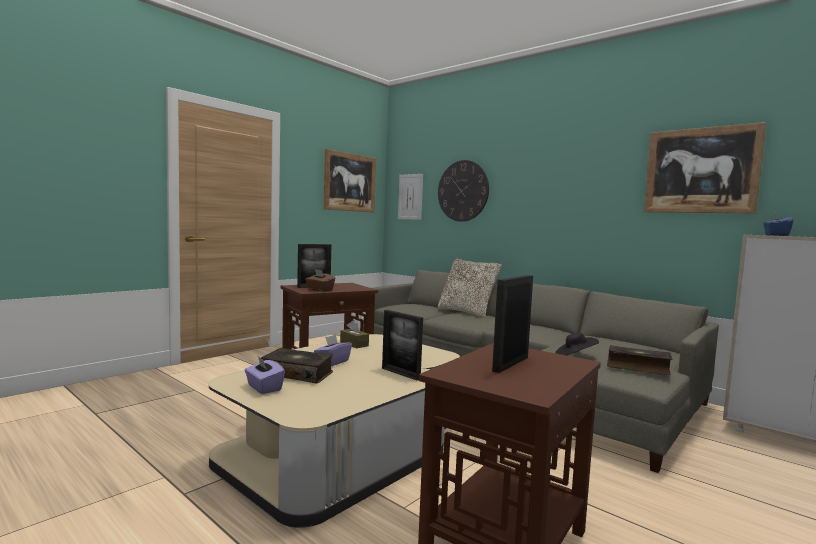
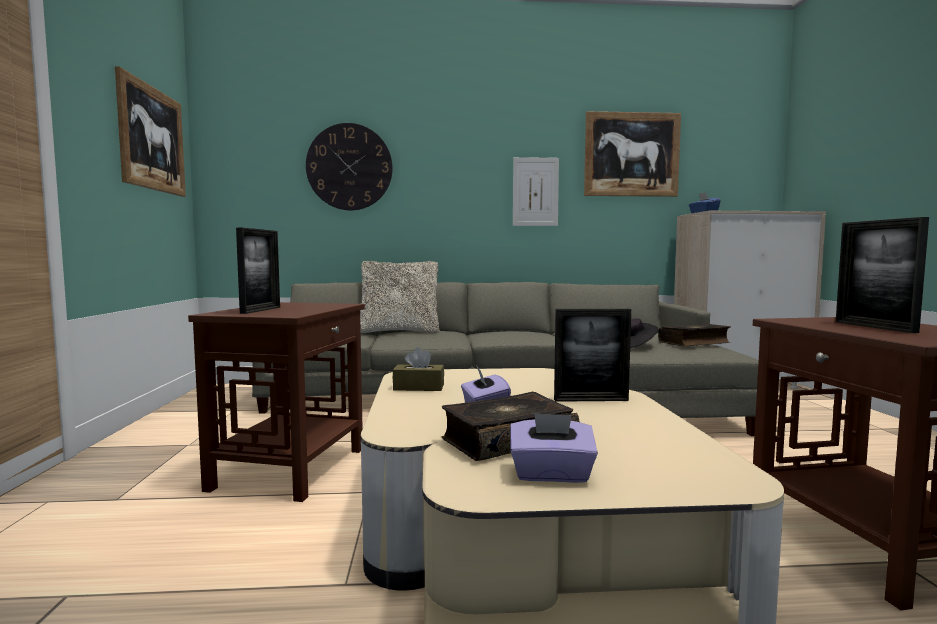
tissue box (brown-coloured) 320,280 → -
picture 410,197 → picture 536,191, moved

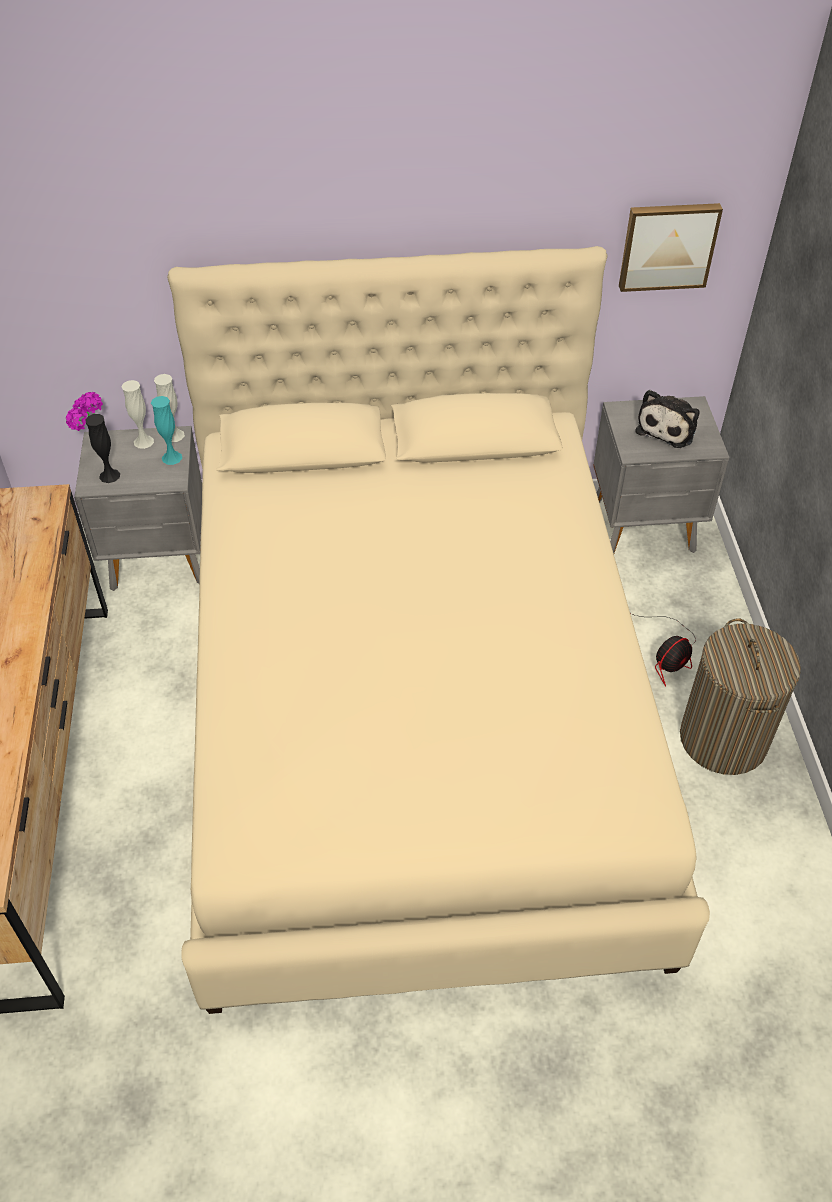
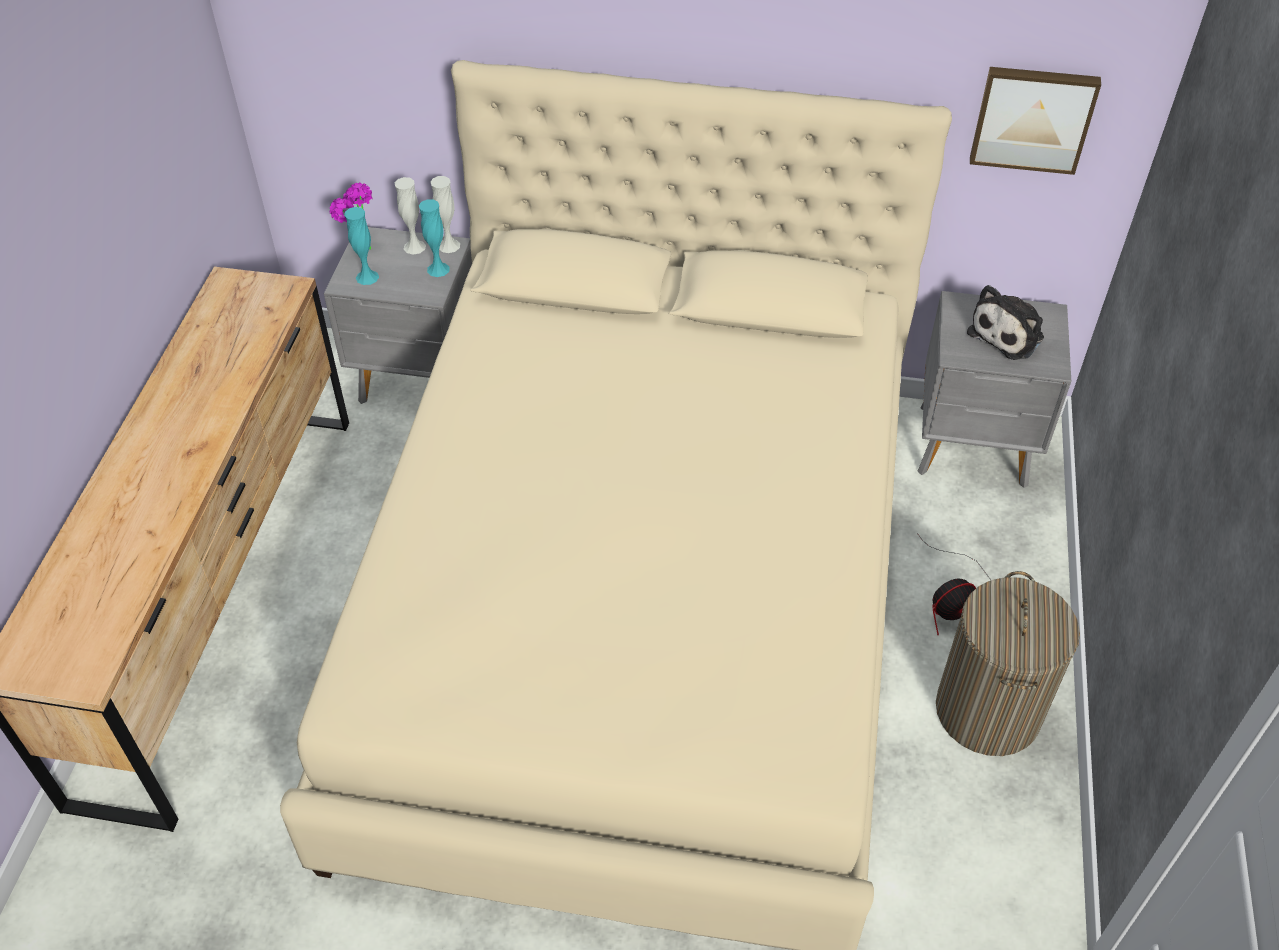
flower vase (blackish) 102,448 → flower vase (turquoise) 361,246

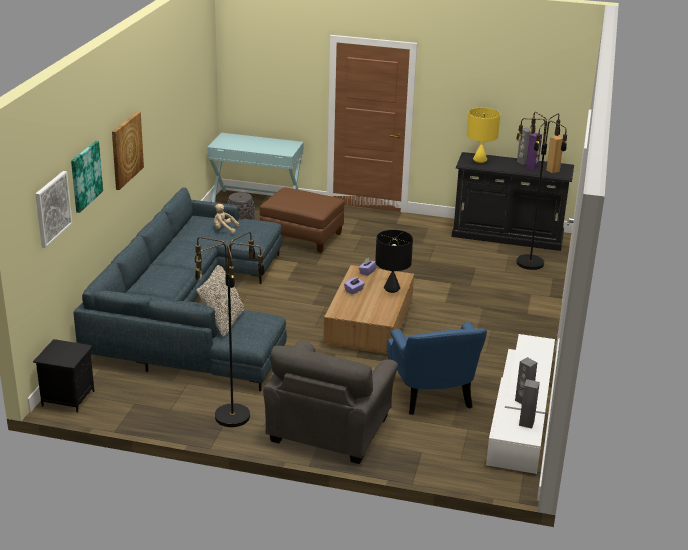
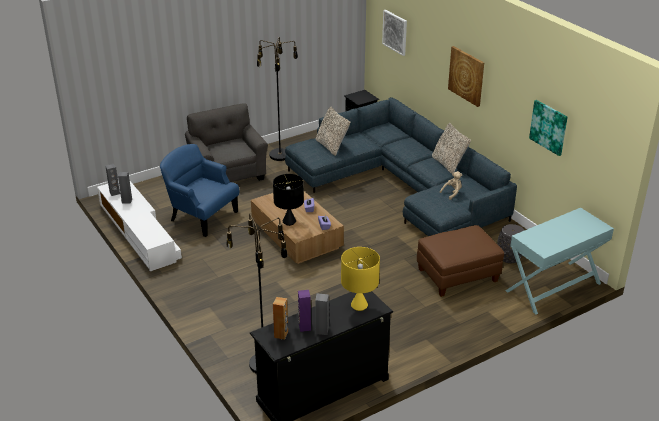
- → throw pillow (sand-coloured) 451,148
picture 87,177 → picture 548,128, moved

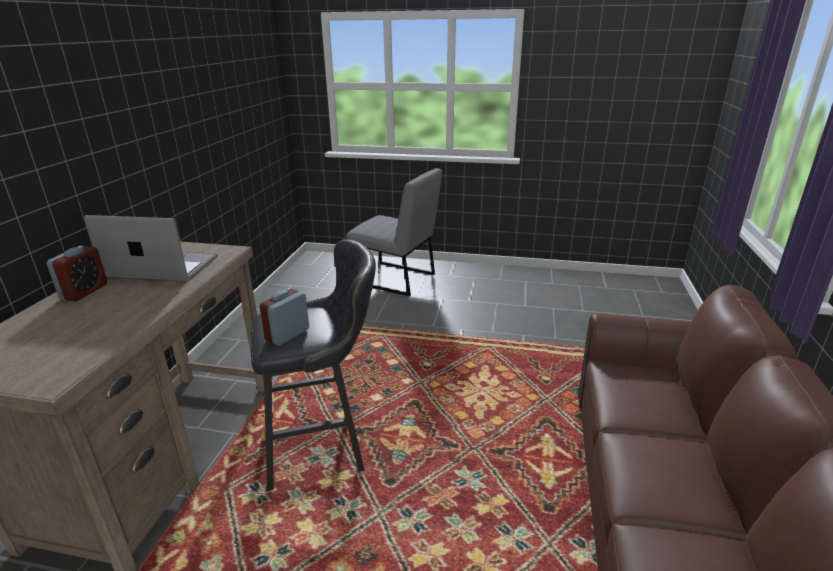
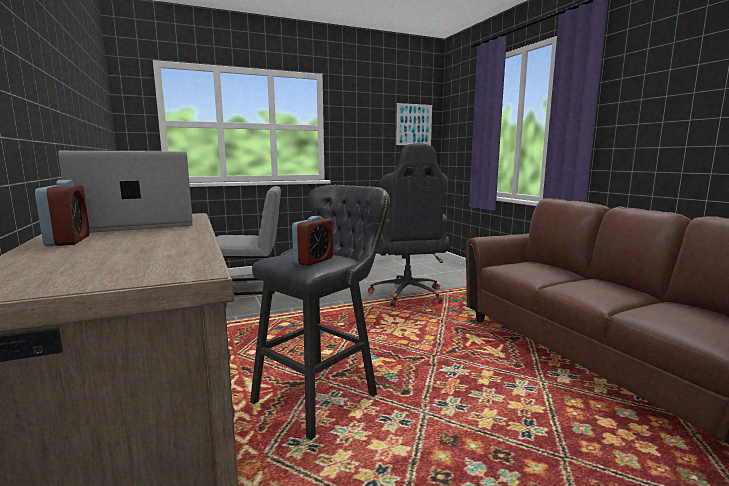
- → office chair (blackish) 408,225
- → picture 414,124
bedside clock 284,317 → bedside clock 312,241, 150 degrees counterclockwise

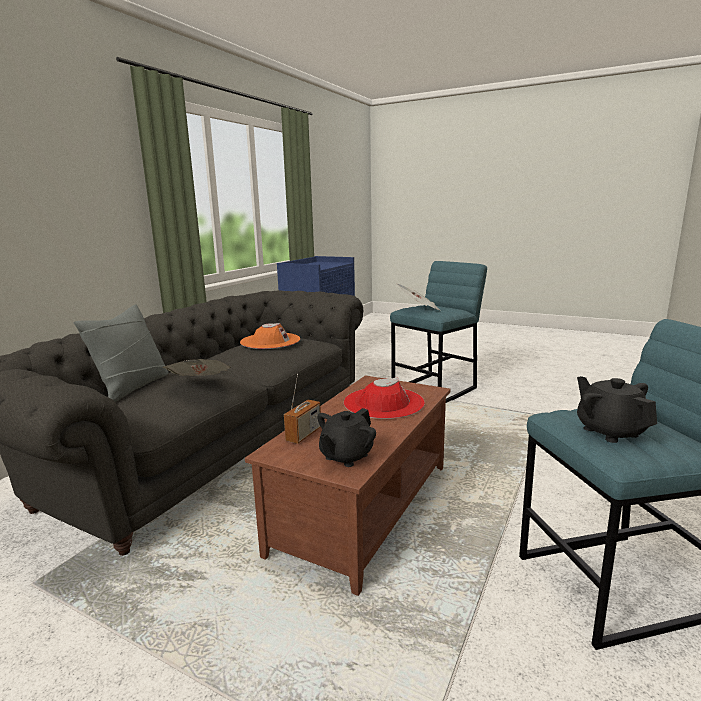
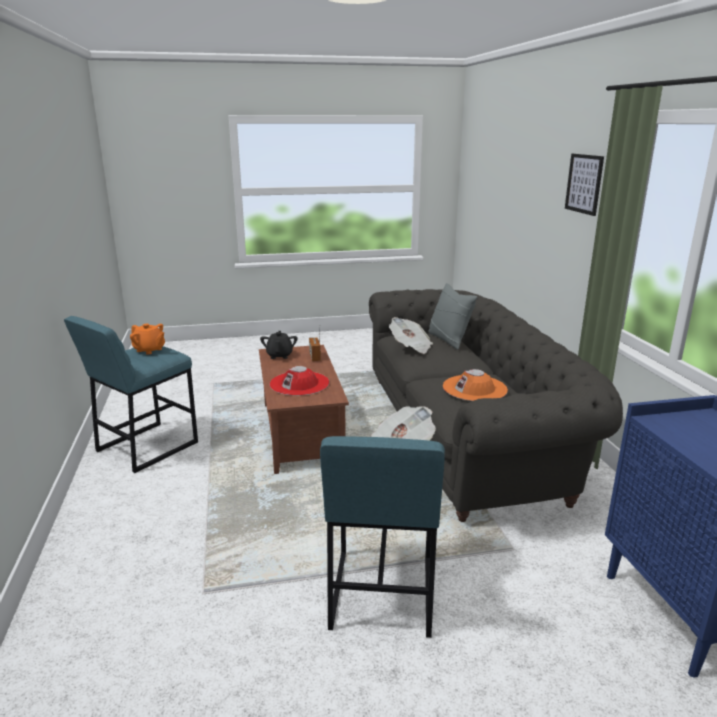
- → picture 584,185
teapot (blackish) 617,409 → teapot (orange) 147,339

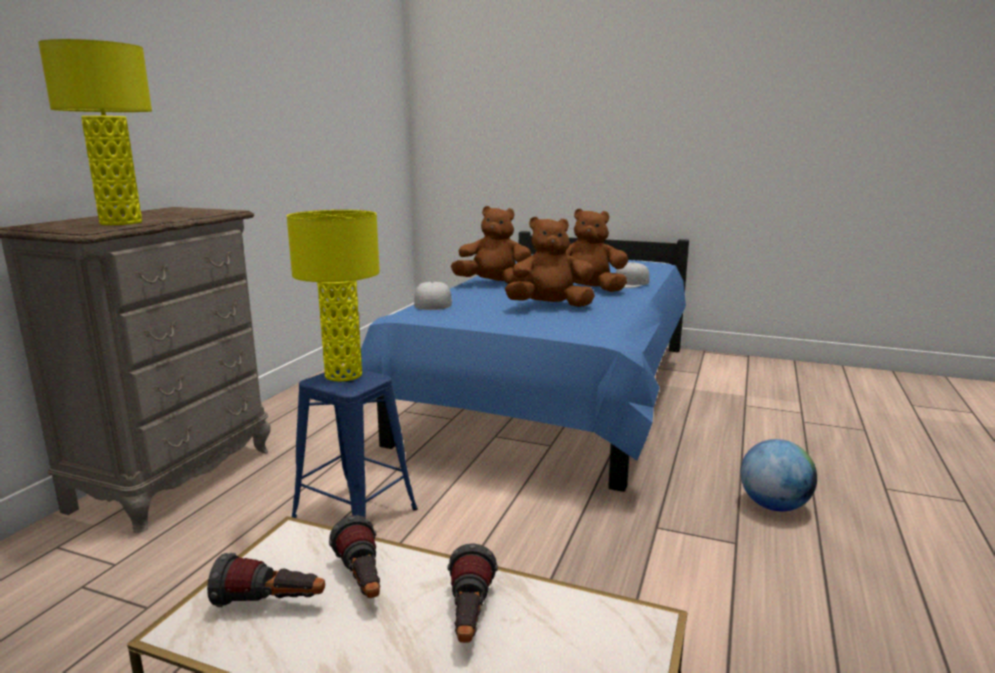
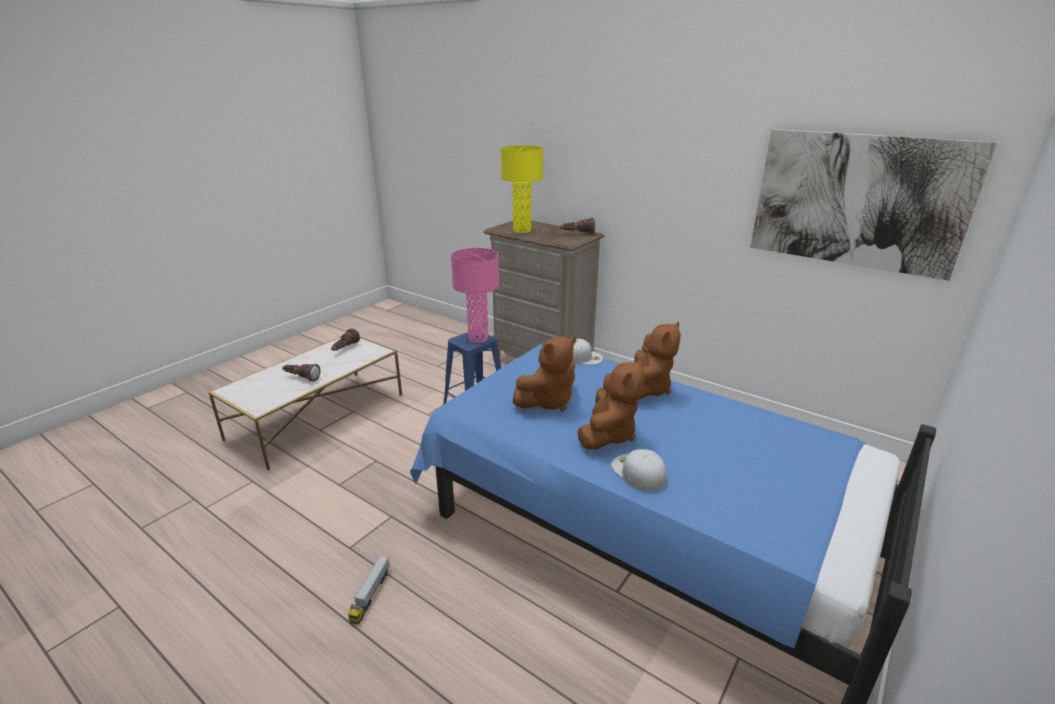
- → picture 874,205
hand torch 354,556 → hand torch 577,226, moved
globe 778,475 → toy truck 369,590
table lamp (yellow) 333,295 → table lamp (pinkish) 475,295
plush toy (brown-coloured) 550,262 → plush toy (brown-coloured) 544,373, 45 degrees clockwise

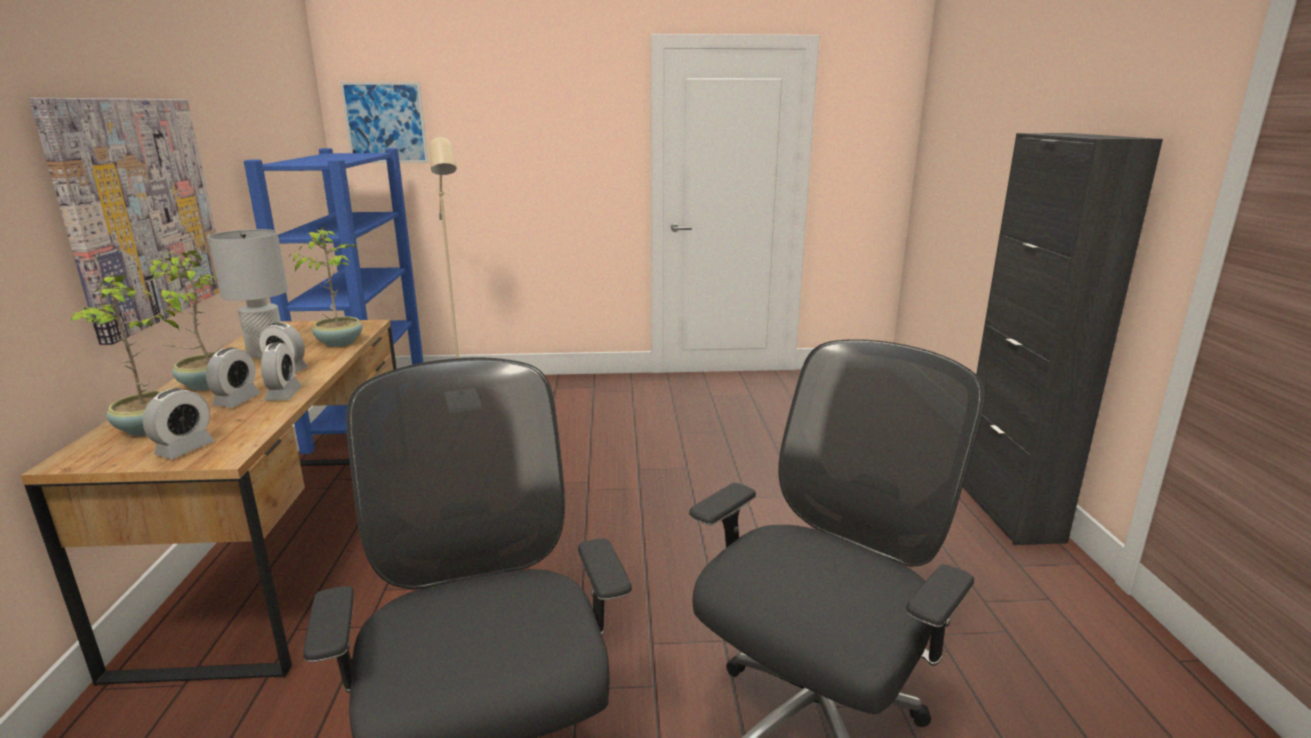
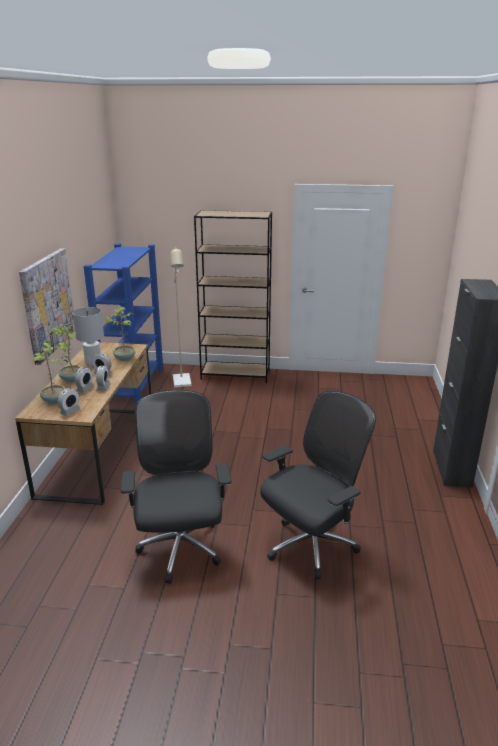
picture 384,122 → -
- → bookshelf (sand-coloured) 233,296

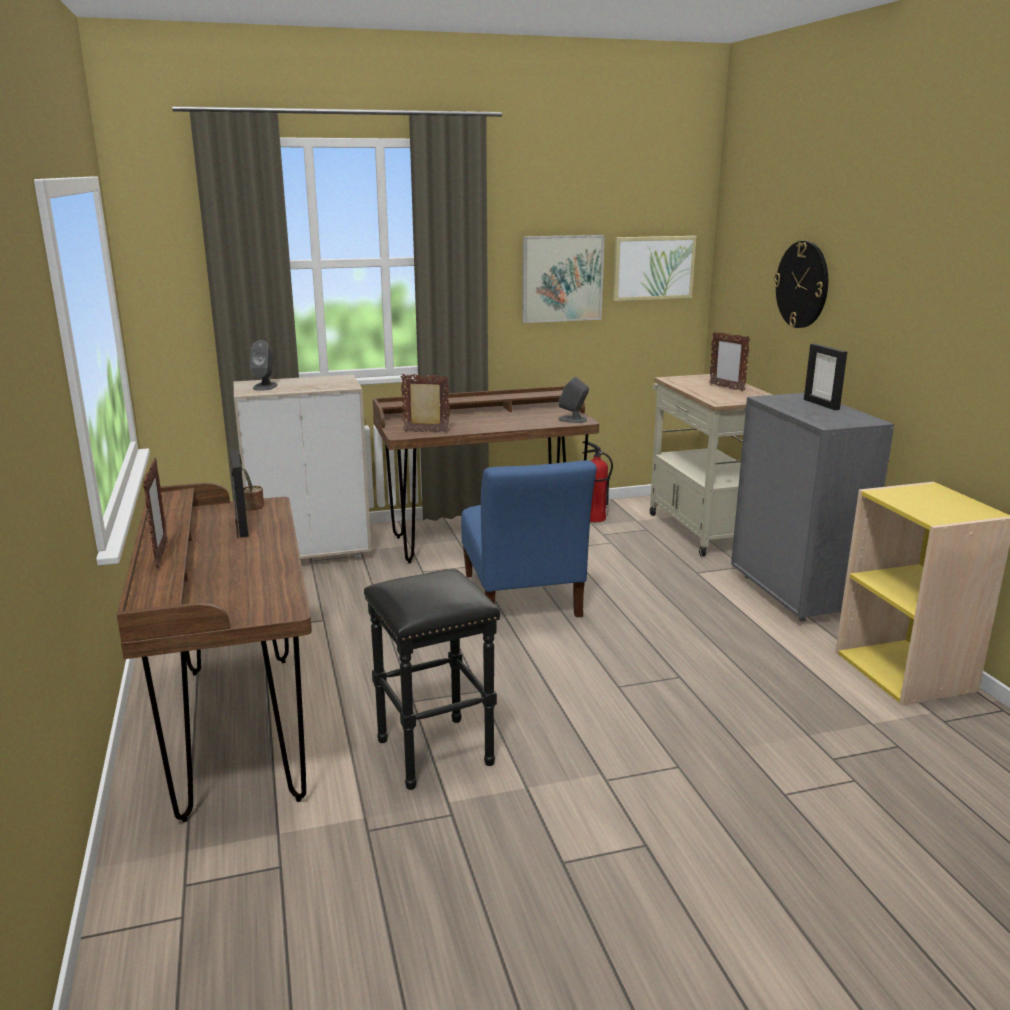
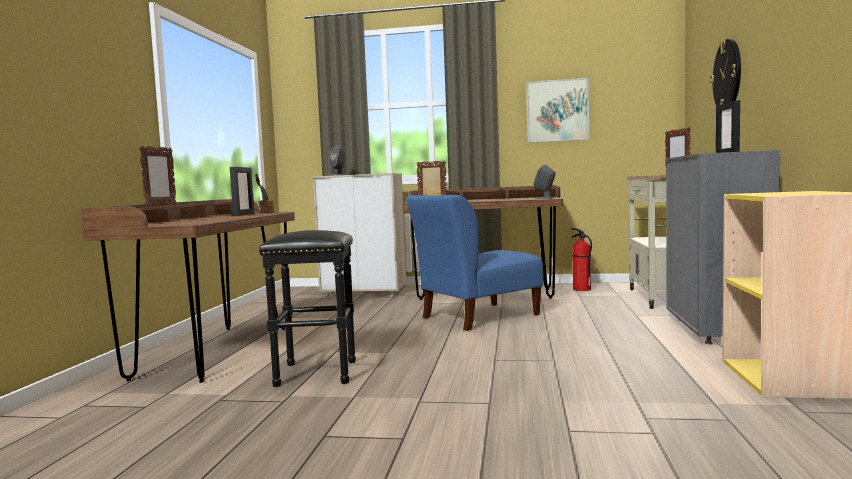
picture 655,268 → -
plain chair (blue-coloured) 529,538 → plain chair (blue-coloured) 474,263, 45 degrees clockwise

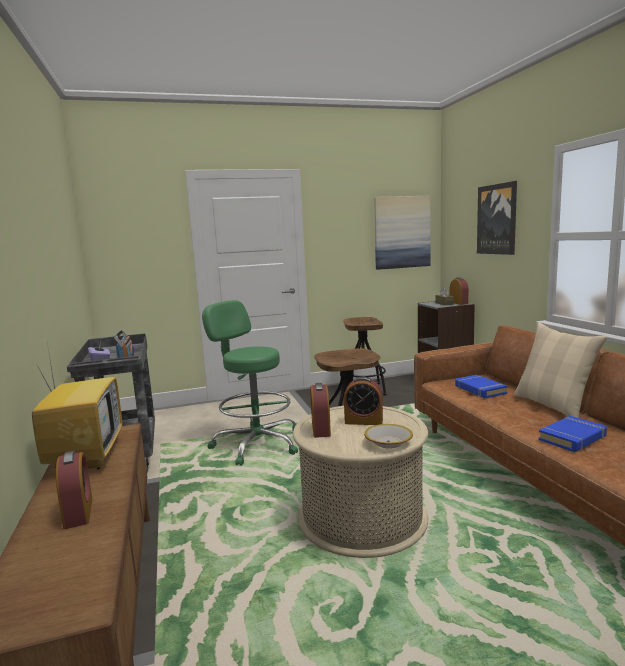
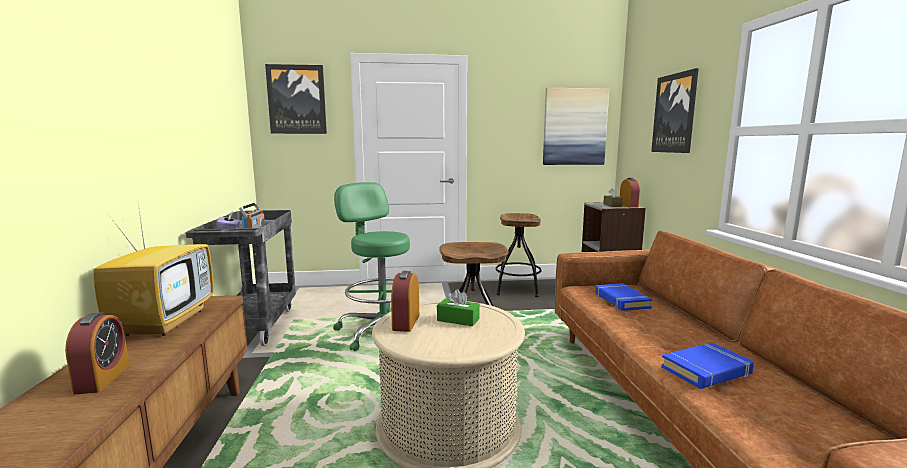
deep dish 388,436 → -
throw pillow (sand-coloured) 560,370 → -
- → picture 296,99
bedside clock 363,401 → tissue box (green-coloured) 458,307

